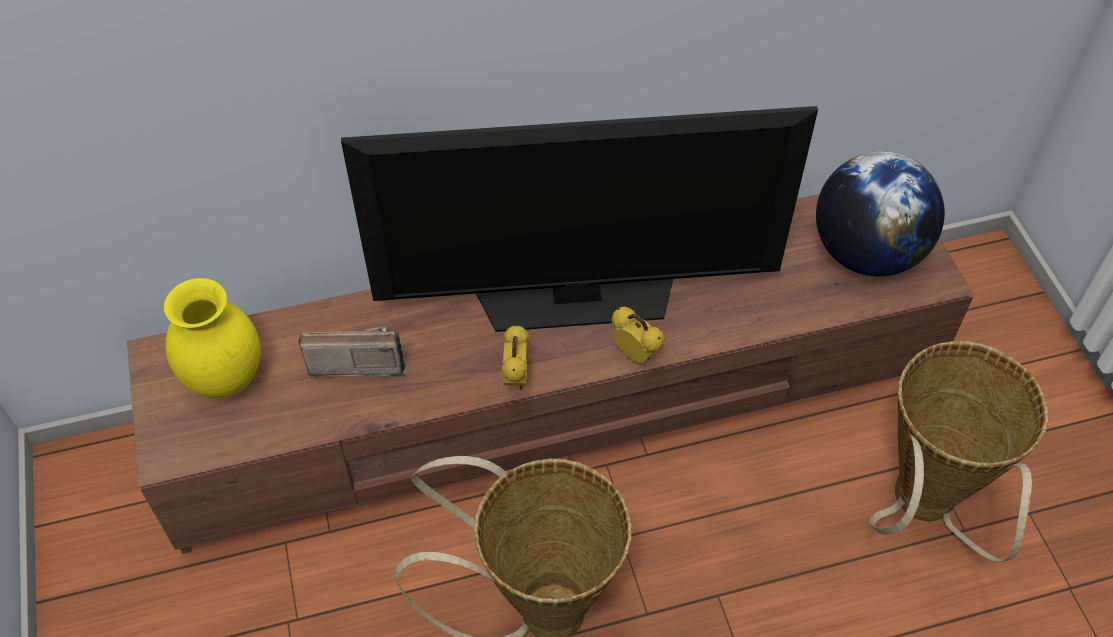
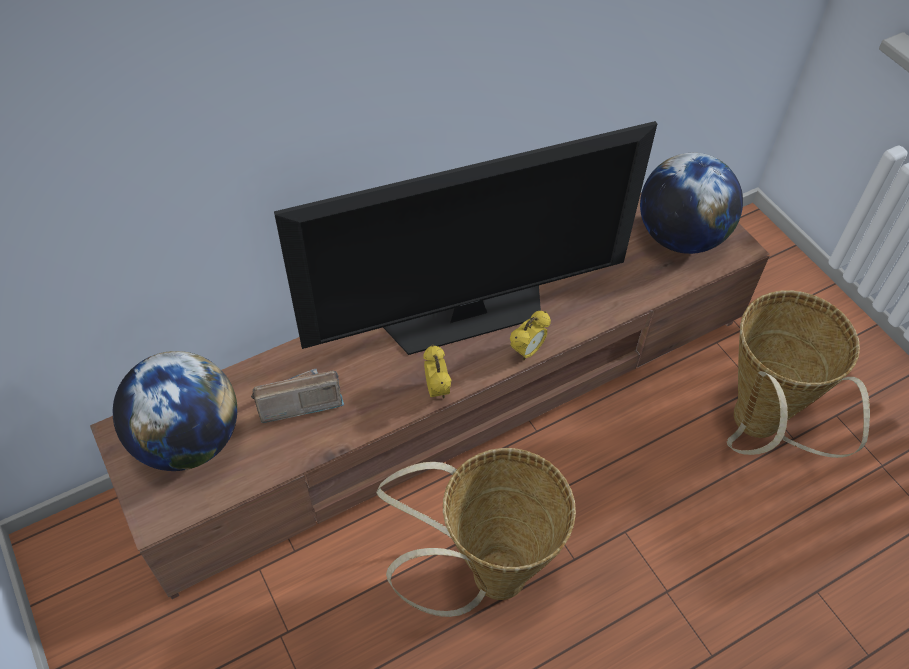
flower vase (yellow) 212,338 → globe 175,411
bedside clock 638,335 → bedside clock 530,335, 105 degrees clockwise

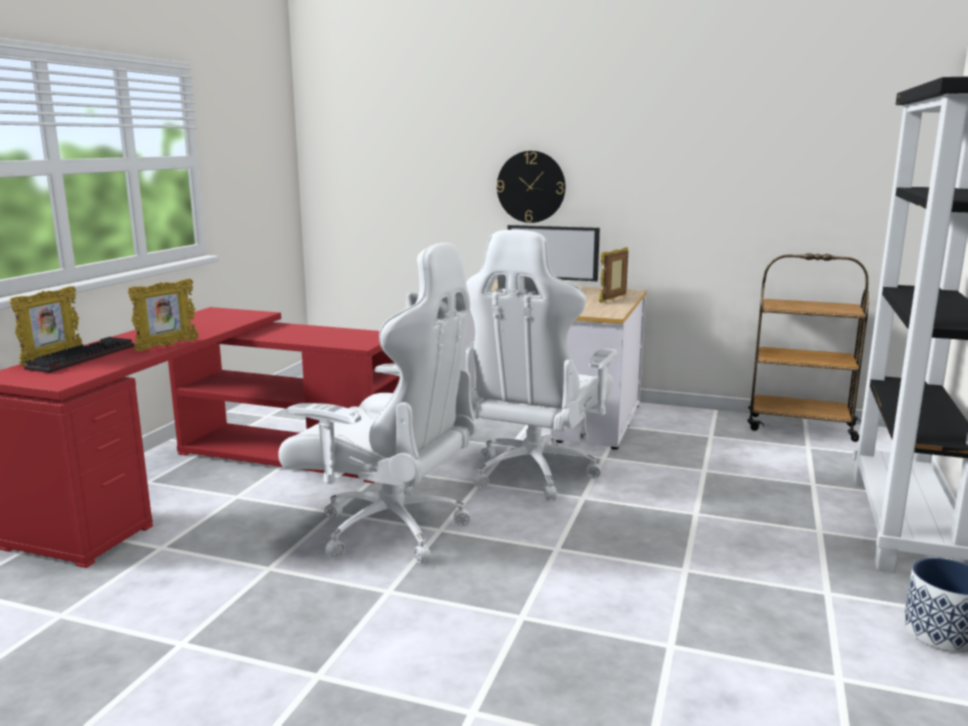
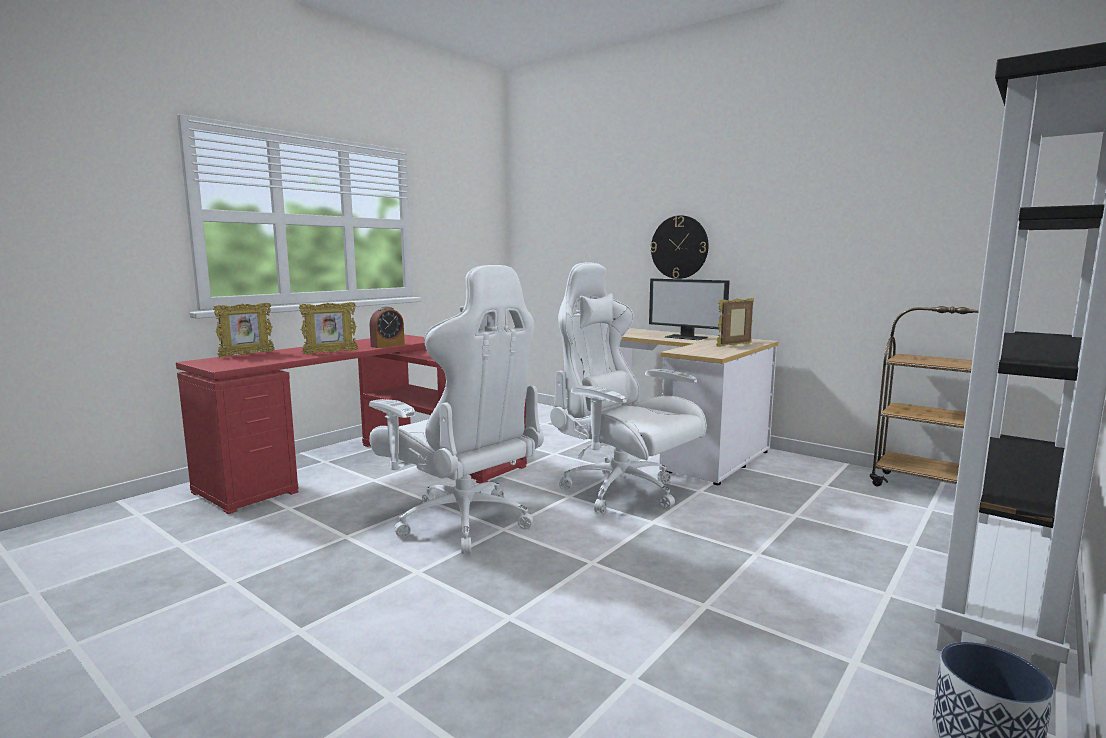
PC keyboard 79,355 → -
- → bedside clock 387,327
office chair (white-coloured) 541,365 → office chair (white-coloured) 628,388, 90 degrees clockwise

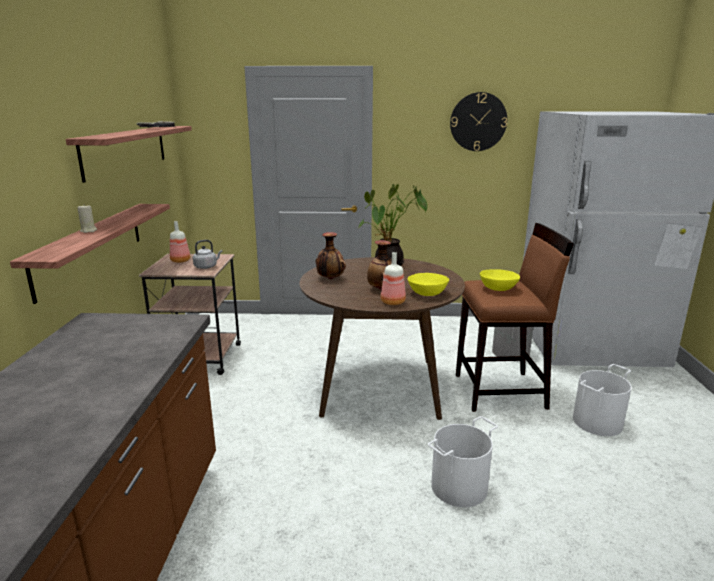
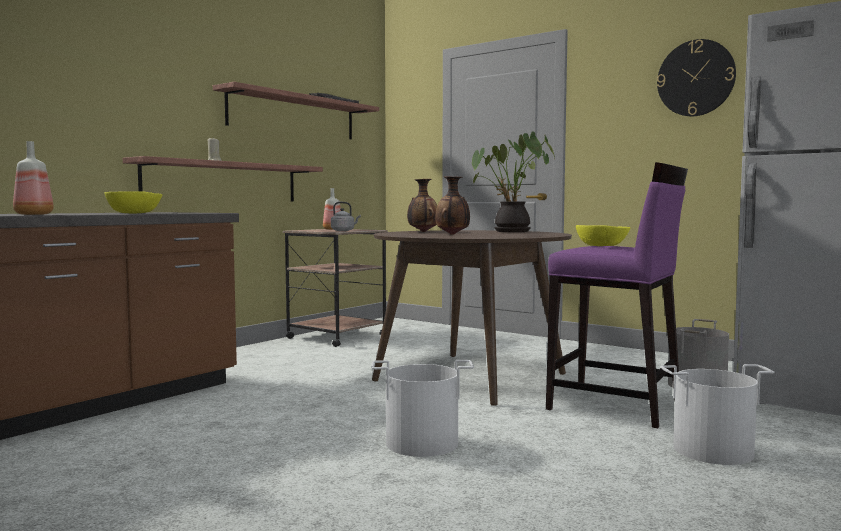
bottle 393,278 → bottle 33,178, moved
deep dish (yellow) 428,284 → deep dish (yellow) 133,202, moved
stool seat (brown-coloured) 515,317 → stool seat (purple-coloured) 617,295

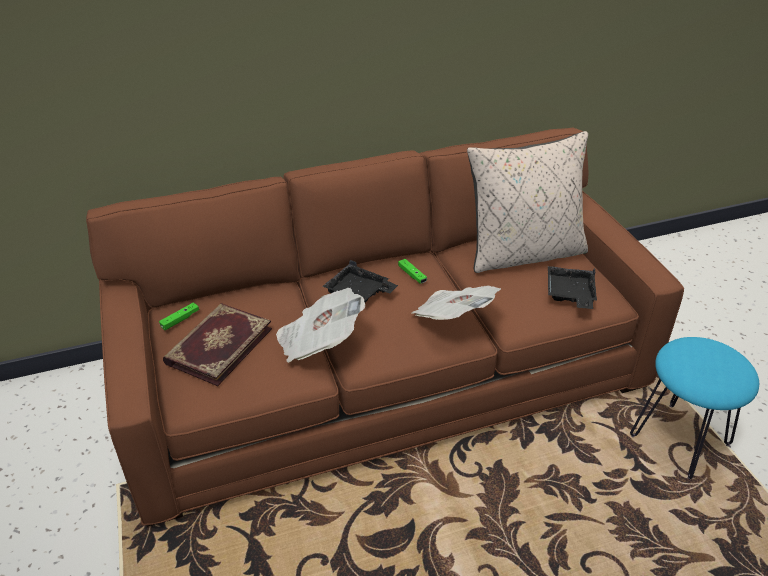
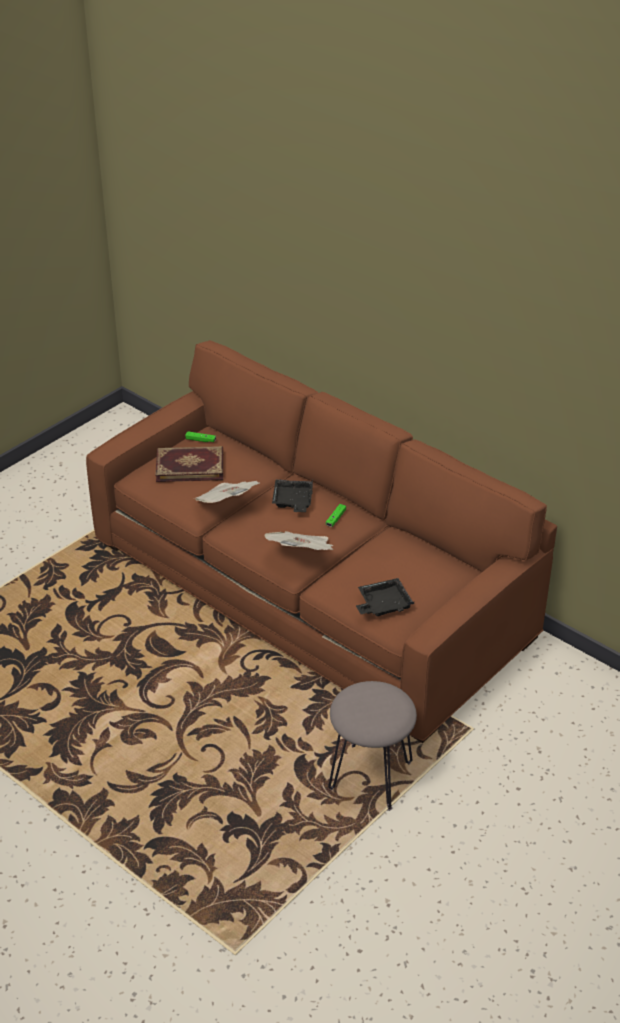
throw pillow (sand-coloured) 527,202 → -
stool seat (turquoise) 694,408 → stool seat (grey) 372,746

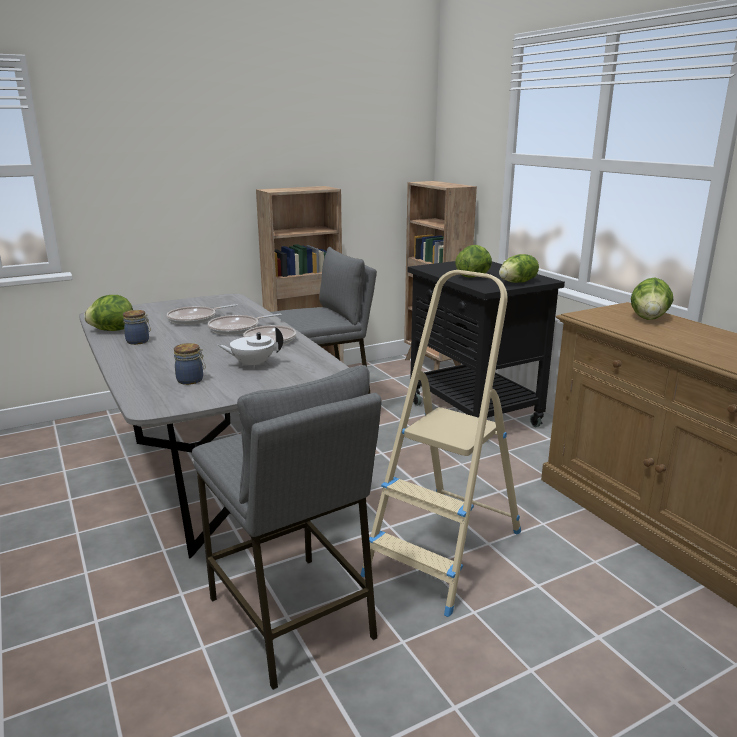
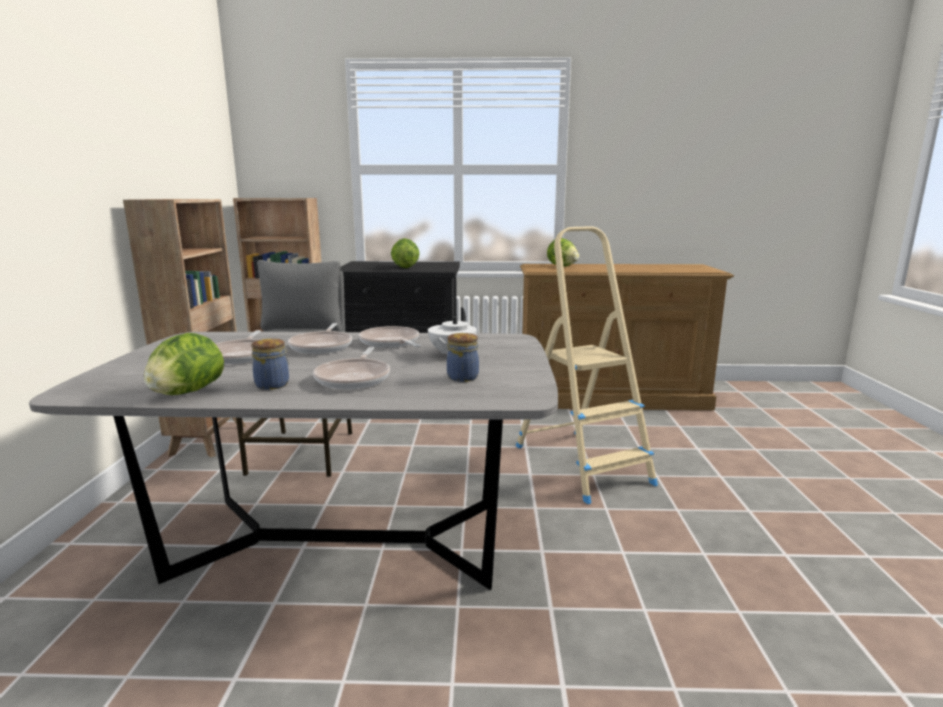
stool seat (grey) 286,527 → -
lettuce 519,268 → -
- → frying pan 351,368

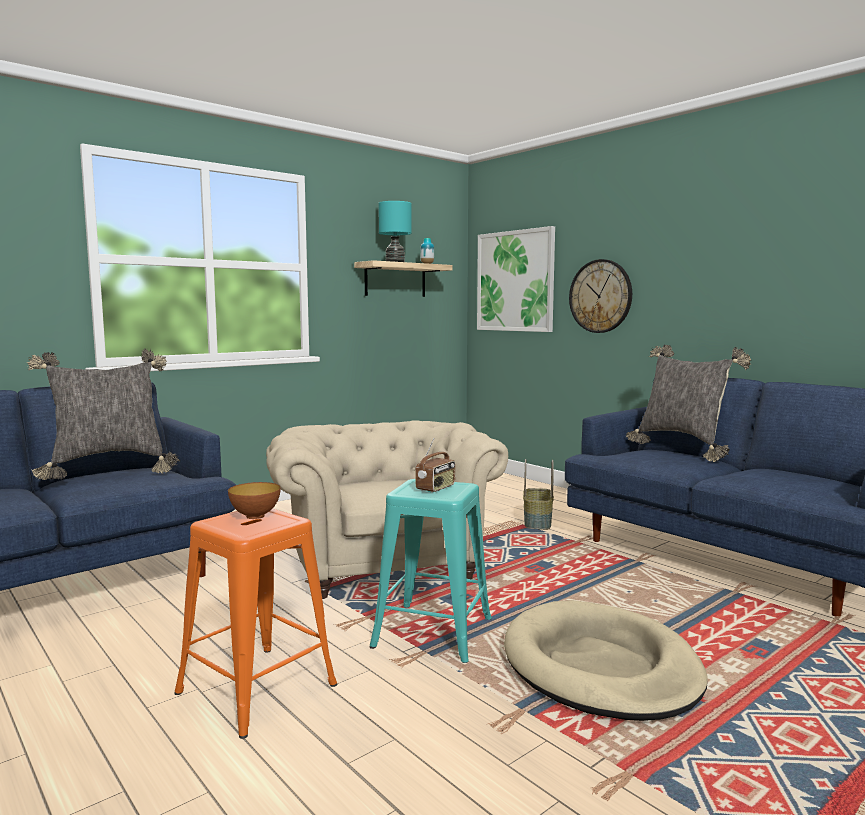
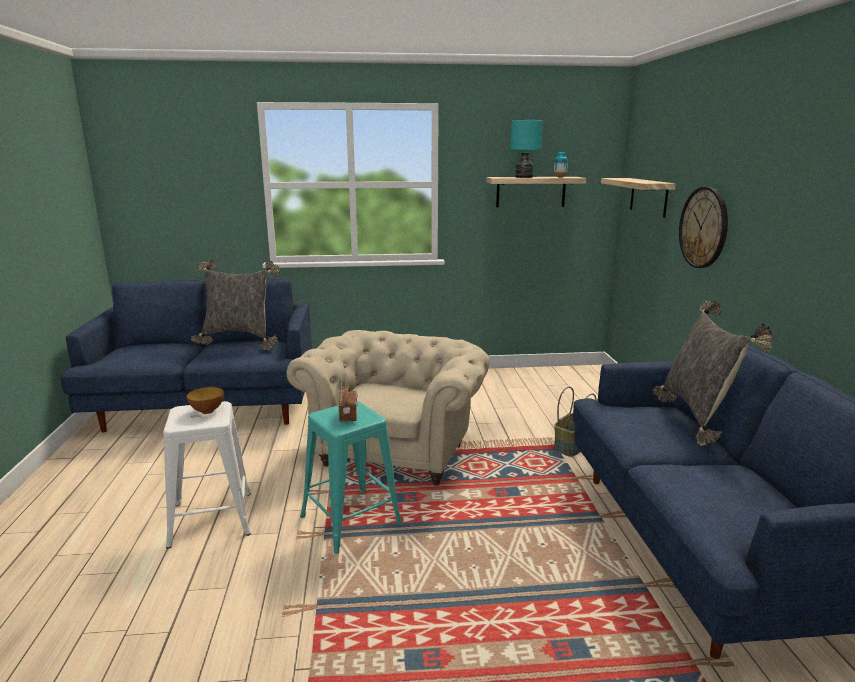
dog bed (sand-coloured) 606,660 → -
picture 516,279 → wall shelf 638,198
stool seat (orange) 255,624 → stool seat (white-coloured) 207,475
radio receiver 435,465 → radio receiver 348,399, 75 degrees counterclockwise

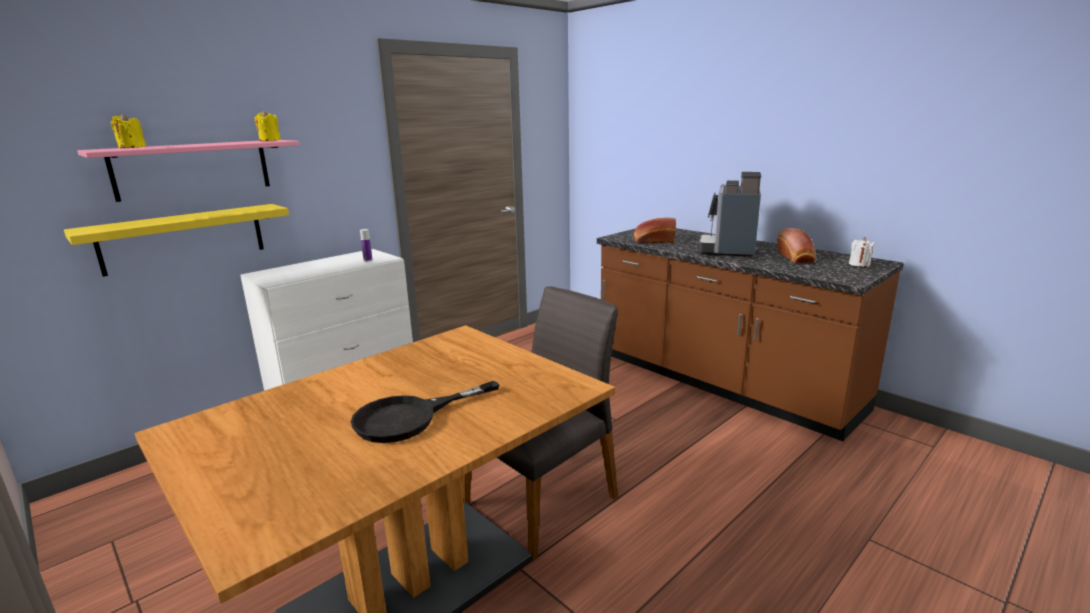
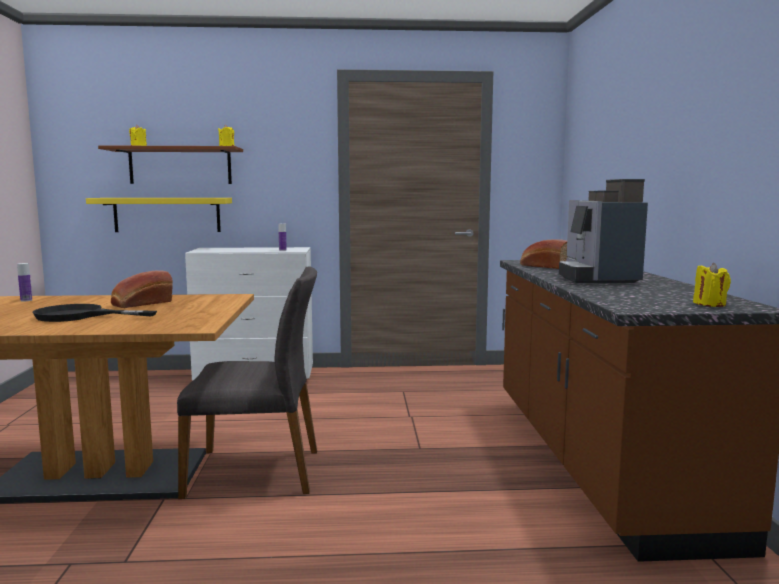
- → bottle 24,282
baked bread 796,245 → baked bread 142,289, moved
wall shelf (pinkish) 188,171 → wall shelf (brown-coloured) 170,164
wax candle (white-coloured) 861,252 → wax candle (yellow) 712,285
coffee maker 729,214 → coffee maker 603,231, 60 degrees counterclockwise

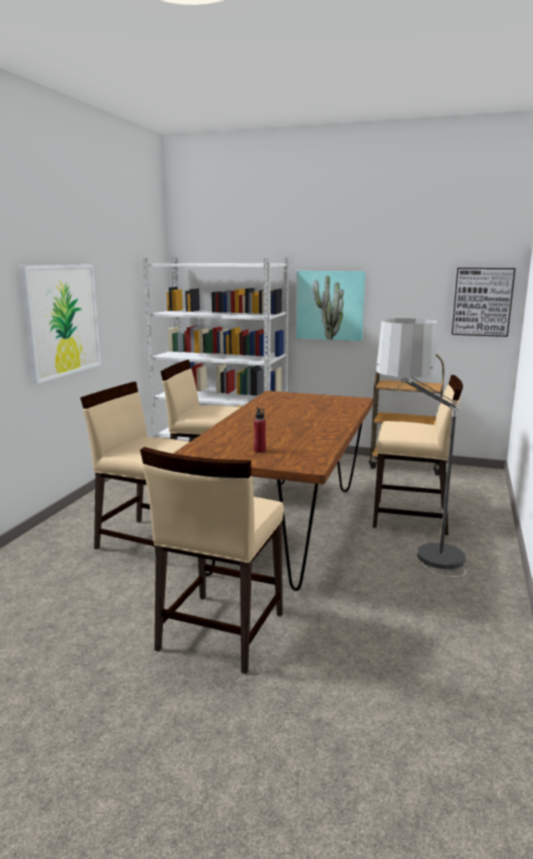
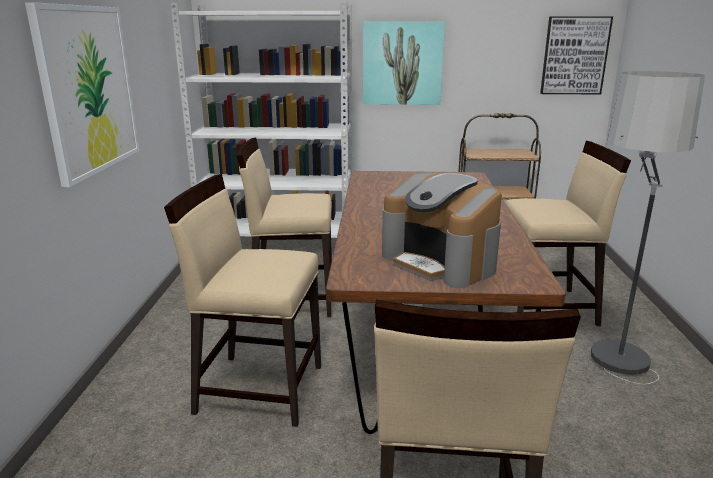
bottle (red) 260,430 → coffee maker 442,230

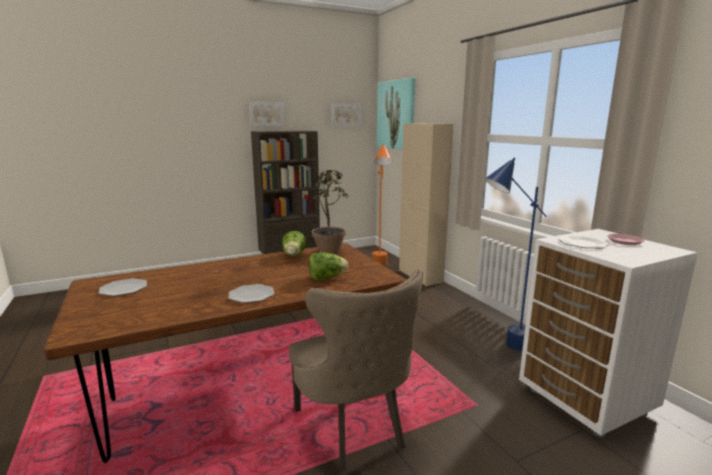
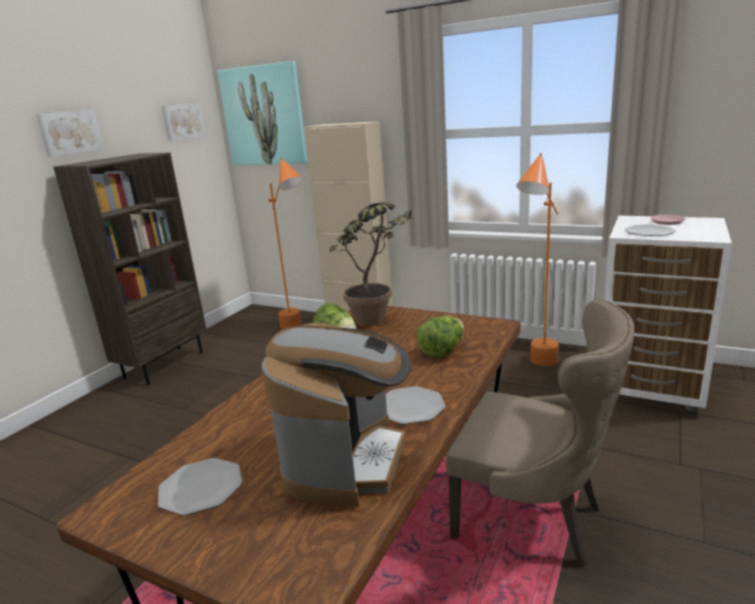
- → coffee maker 336,415
floor lamp (blue-coloured) 516,254 → floor lamp (orange) 537,259

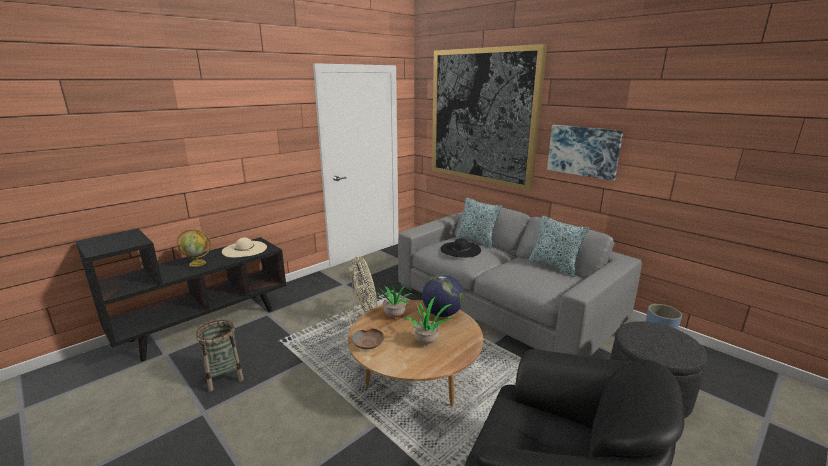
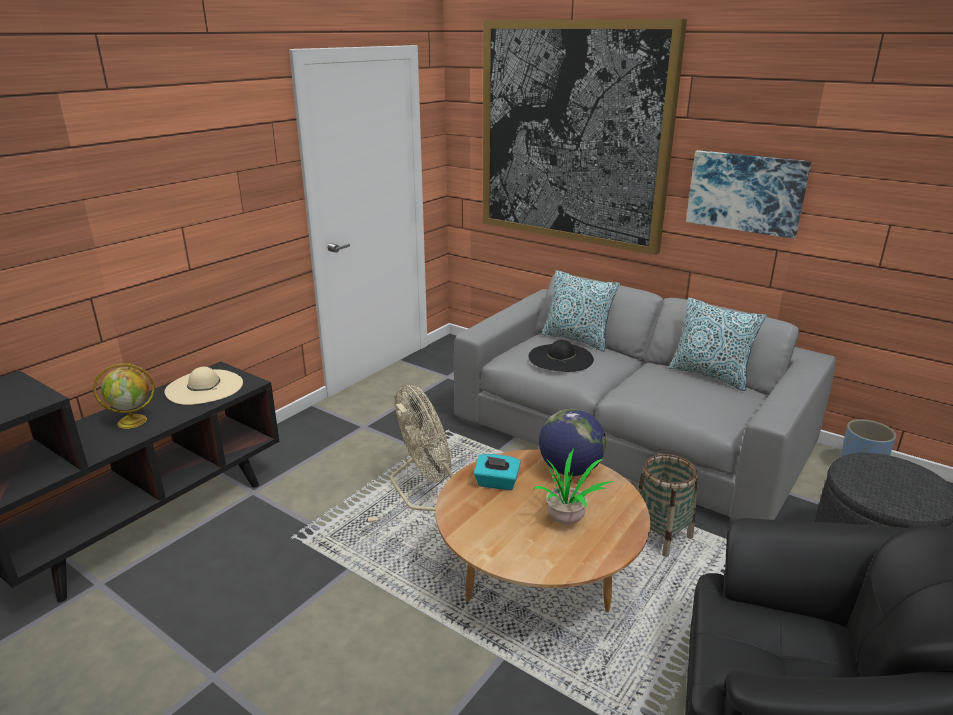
deep dish (brown-coloured) 367,339 → -
household basket 220,356 → household basket 668,505, moved
houseplant 393,300 → tissue box (turquoise) 497,472

